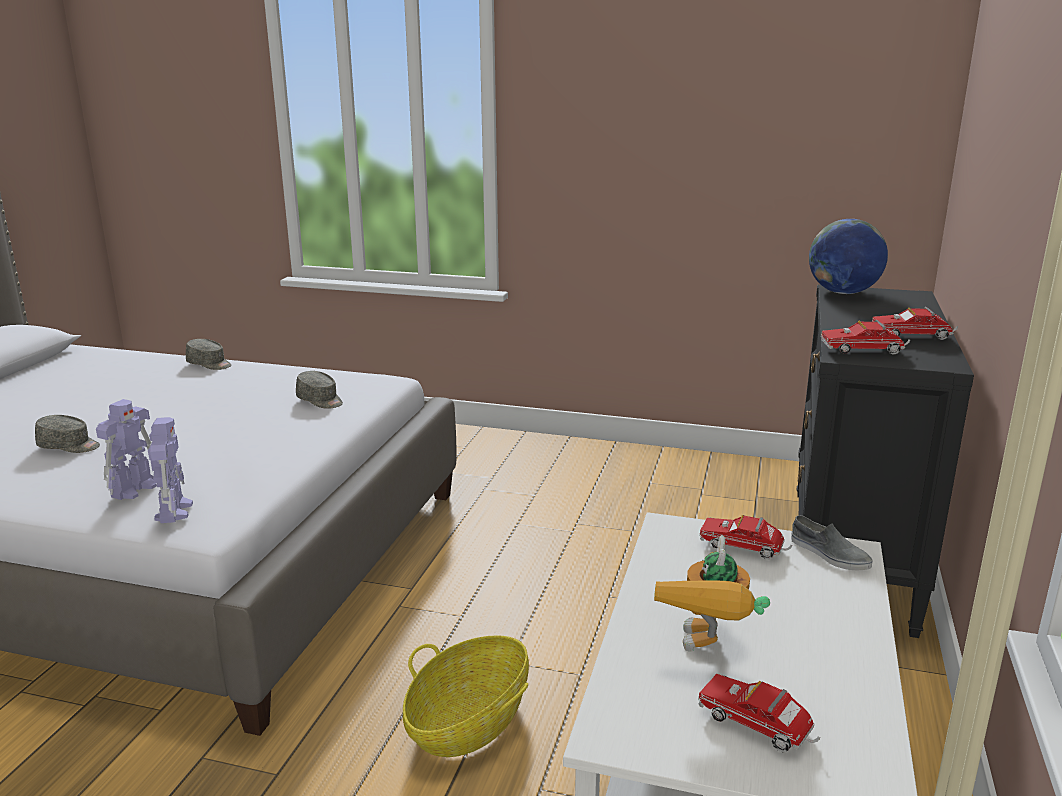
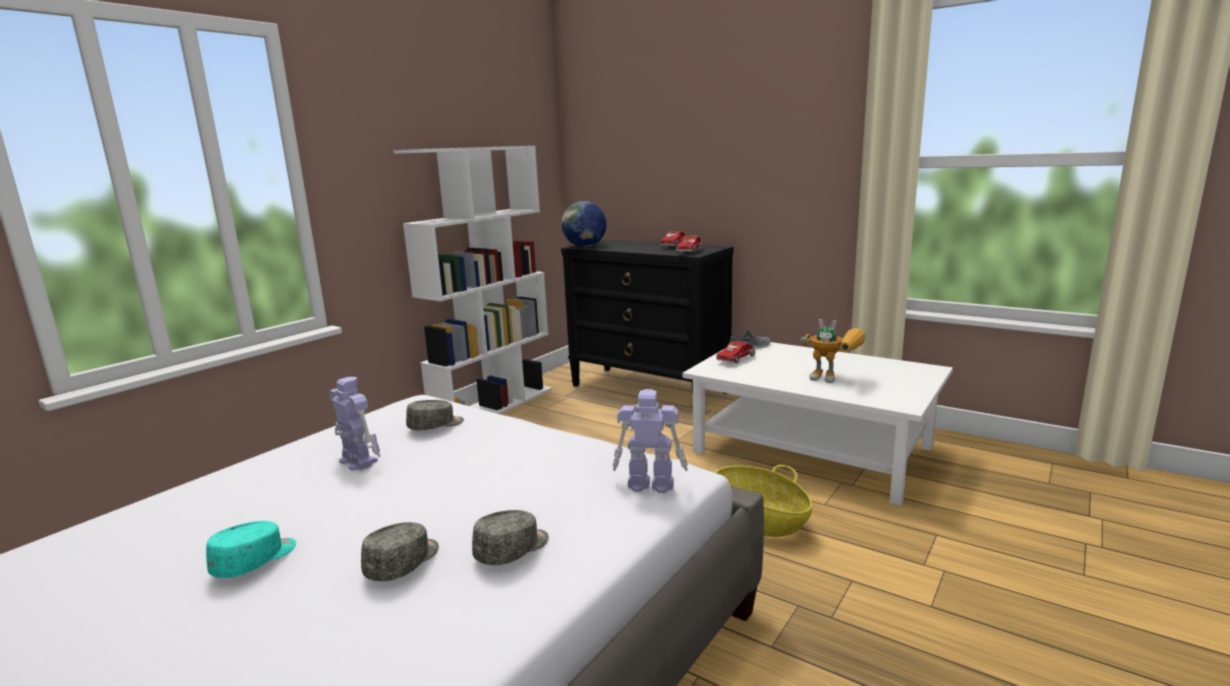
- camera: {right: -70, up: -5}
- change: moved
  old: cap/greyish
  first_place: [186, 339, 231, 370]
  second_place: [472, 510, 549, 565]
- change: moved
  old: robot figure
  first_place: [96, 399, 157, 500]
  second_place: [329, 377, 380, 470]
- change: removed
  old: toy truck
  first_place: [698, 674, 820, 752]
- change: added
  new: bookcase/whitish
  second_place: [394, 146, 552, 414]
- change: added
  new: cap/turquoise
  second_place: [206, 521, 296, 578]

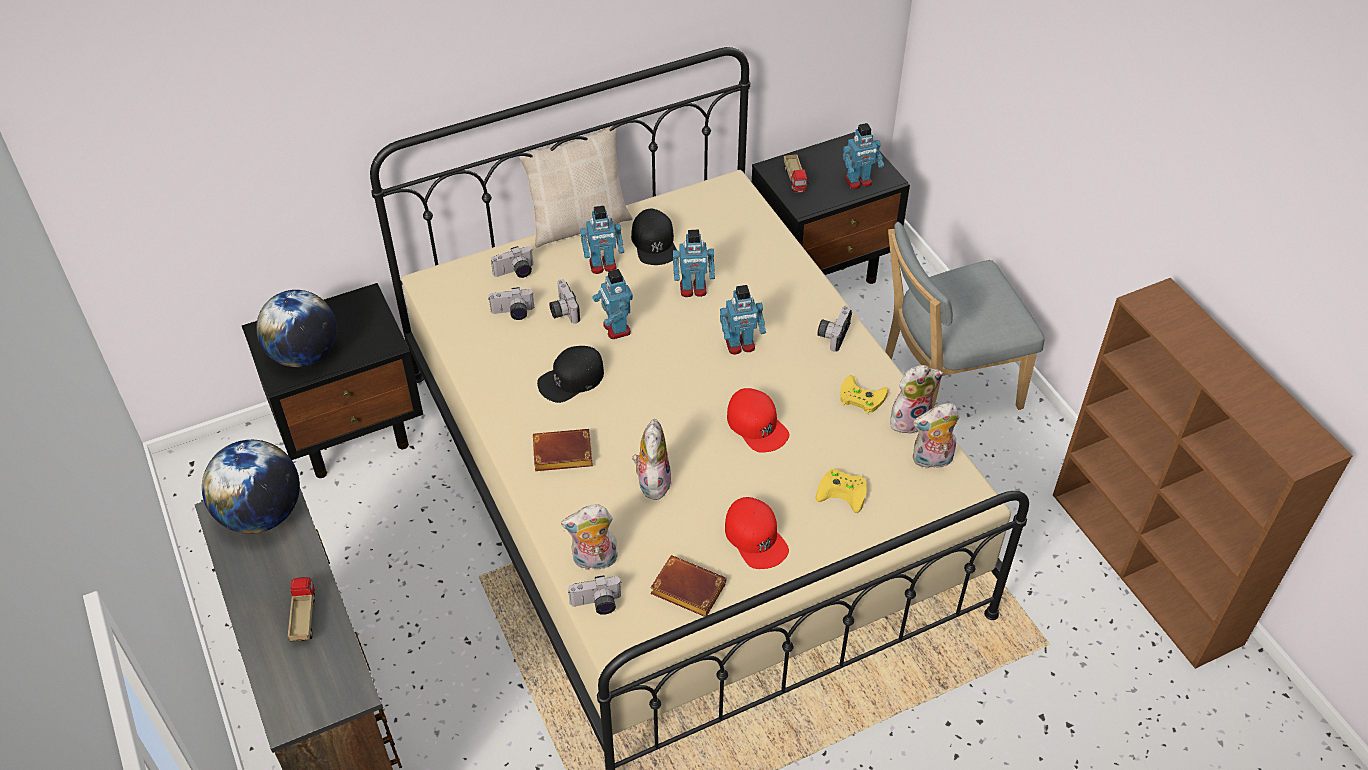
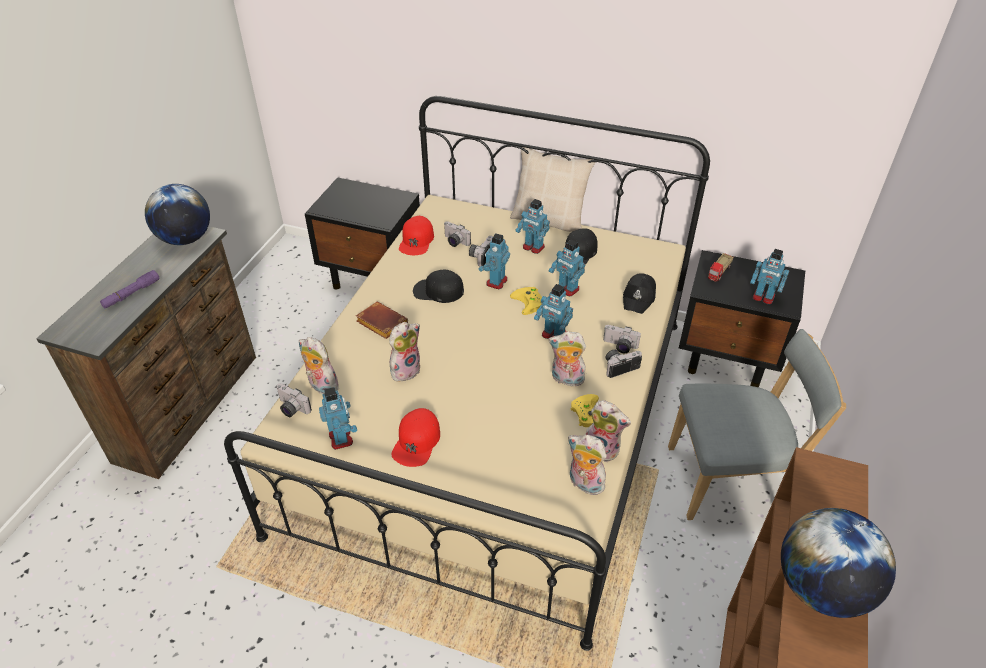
- camera: {right: 45, up: -5}
- change: turned
  old: chair/greyish
  first_place: [885, 222, 1045, 410]
  second_place: [668, 329, 846, 520]
  degrees: 150
- change: moved
  old: photo camera
  first_place: [491, 246, 533, 278]
  second_place: [603, 325, 641, 353]
- change: moved
  old: world globe
  first_place: [256, 290, 337, 367]
  second_place: [781, 508, 896, 618]
- change: moved
  old: cap/red-coloured
  first_place: [727, 388, 789, 453]
  second_place: [399, 216, 434, 255]
- change: moved
  old: joypad/yellowish
  first_place: [816, 469, 867, 513]
  second_place: [510, 287, 542, 315]
- change: replaced
  old: volume/brownish
  new: robot figure
  first_place: [650, 555, 727, 617]
  second_place: [319, 387, 357, 450]
- change: replaced
  old: toy truck
  new: torch/purple
  first_place: [288, 577, 315, 641]
  second_place: [100, 270, 160, 309]
- change: added
  new: cap/blackish
  second_place: [623, 273, 656, 314]
- change: added
  new: cuddly toy
  second_place: [548, 331, 587, 386]

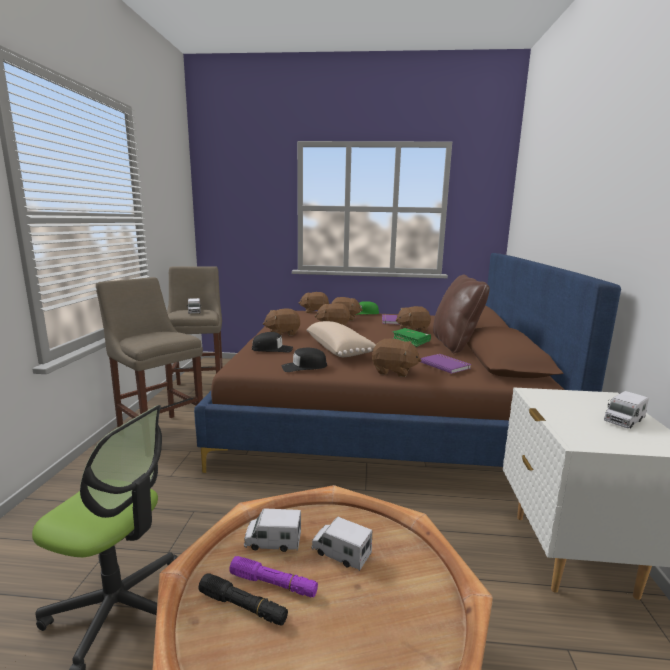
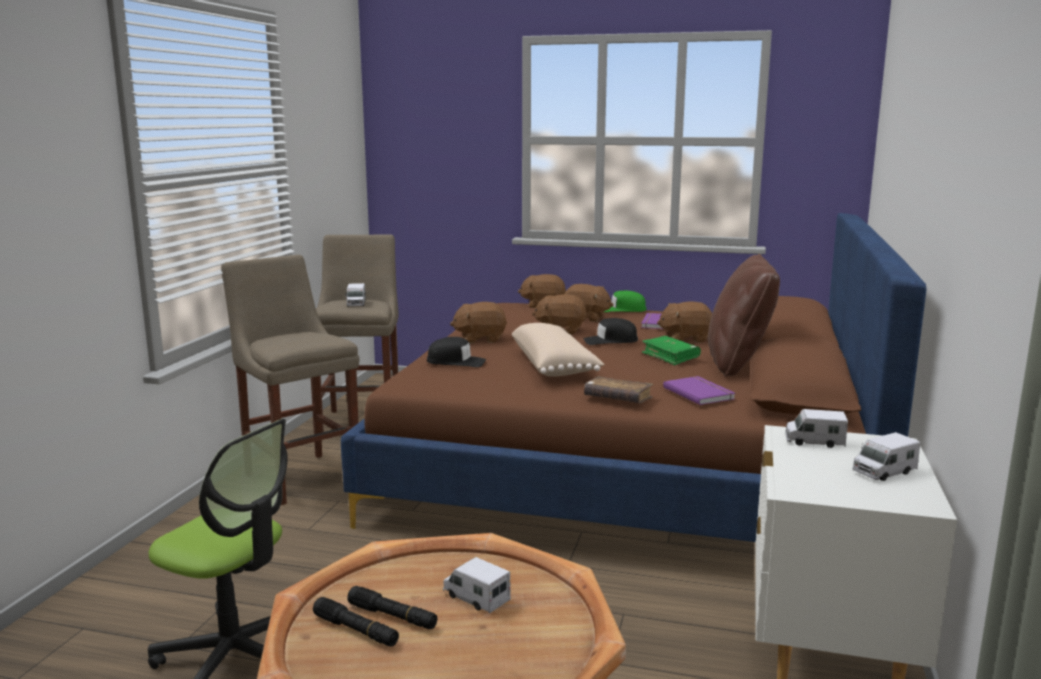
- camera: {right: 10, up: 0}
- change: replaced
  old: cuddly toy/brownish
  new: volume/brownish
  first_place: [372, 339, 422, 377]
  second_place: [584, 376, 653, 404]
- change: moved
  old: cap/blackish
  first_place: [281, 348, 327, 372]
  second_place: [583, 318, 638, 345]
- change: moved
  old: toy truck
  first_place: [244, 508, 301, 552]
  second_place: [785, 409, 848, 448]
- change: recoloured
  old: torch/purple
  new: torch/blackish
  first_place: [229, 556, 318, 598]
  second_place: [347, 586, 438, 629]

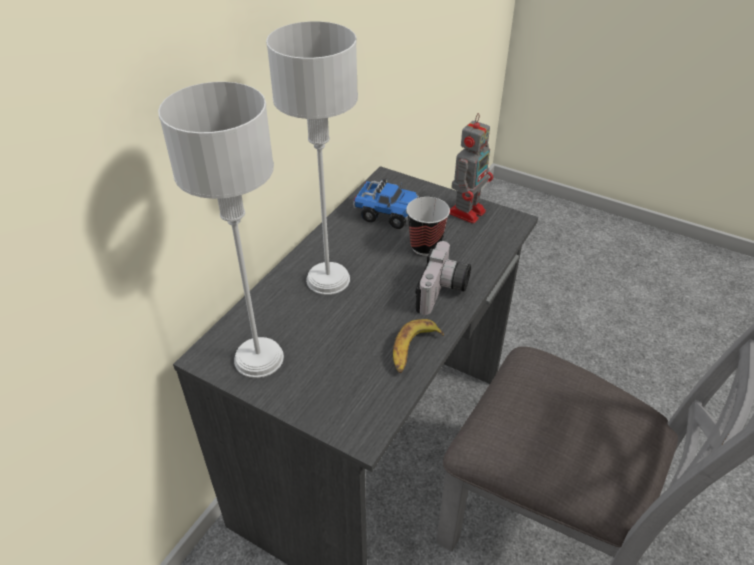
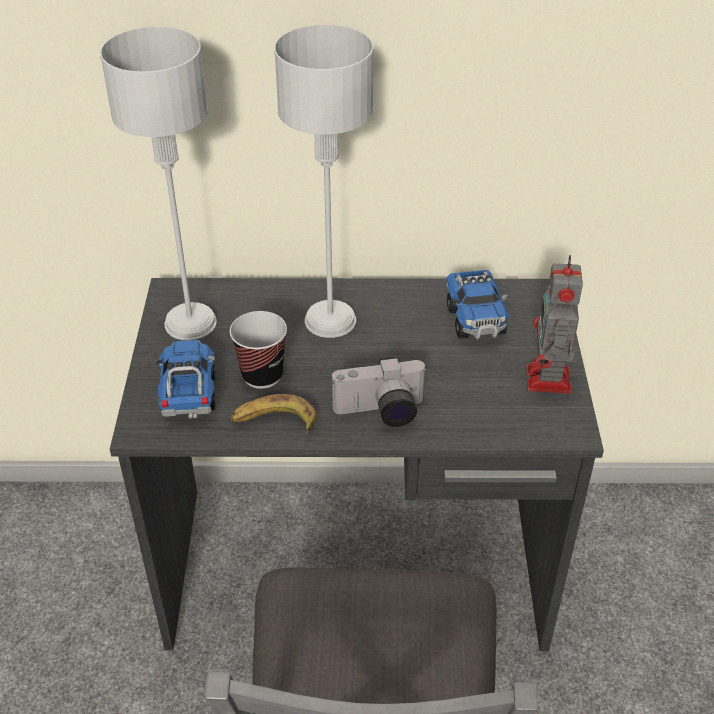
- camera: {right: 60, up: 0}
- change: turned
  old: robot figure
  first_place: [450, 113, 493, 224]
  second_place: [526, 255, 583, 394]
  degrees: 90
- change: moved
  old: cup
  first_place: [406, 197, 450, 256]
  second_place: [230, 311, 287, 389]
- change: added
  new: toy truck
  second_place: [155, 340, 215, 419]

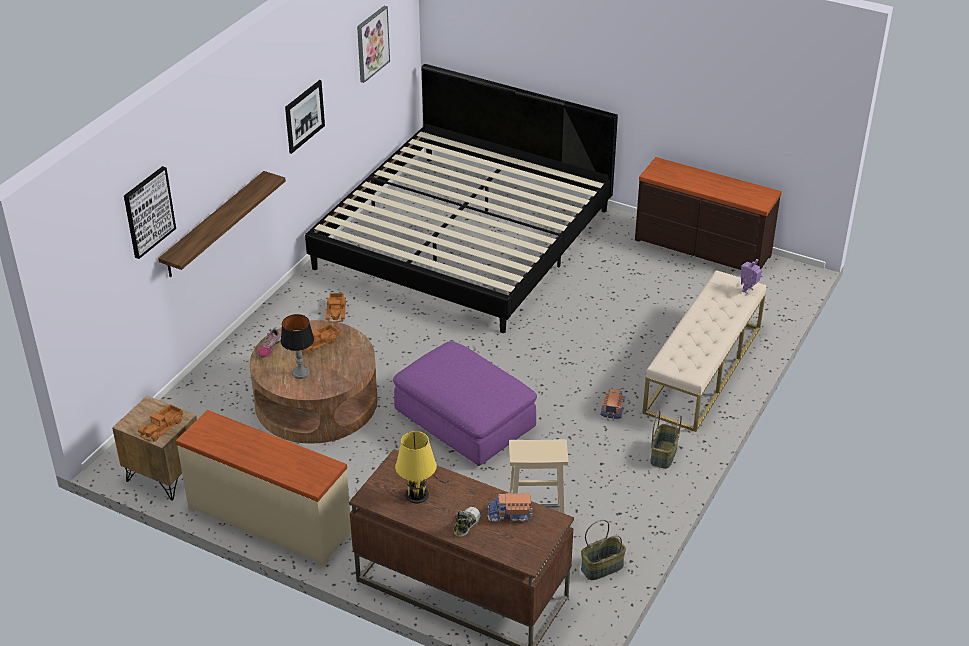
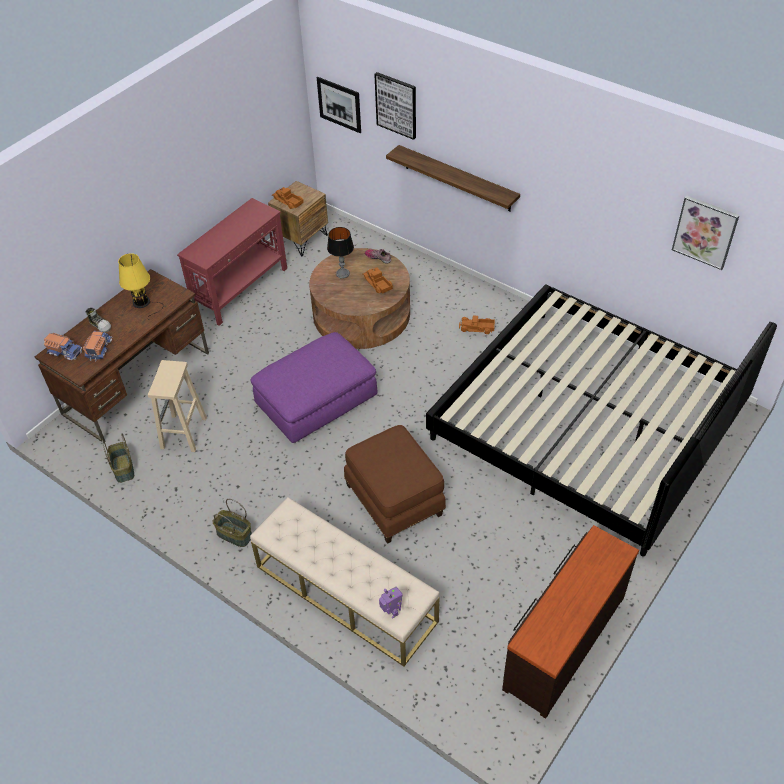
- camera: {right: 100, up: 10}
- change: moved
  old: picture
  first_place: [285, 80, 325, 154]
  second_place: [317, 77, 361, 133]
- change: moved
  old: toy truck
  first_place: [600, 388, 626, 420]
  second_place: [44, 333, 82, 360]
- change: replaced
  old: drawer chest/sand-coloured
  new: hall table/red-coloured
  first_place: [176, 410, 351, 567]
  second_place: [177, 198, 287, 326]
- change: added
  new: footrest/brownish
  second_place: [344, 425, 446, 544]

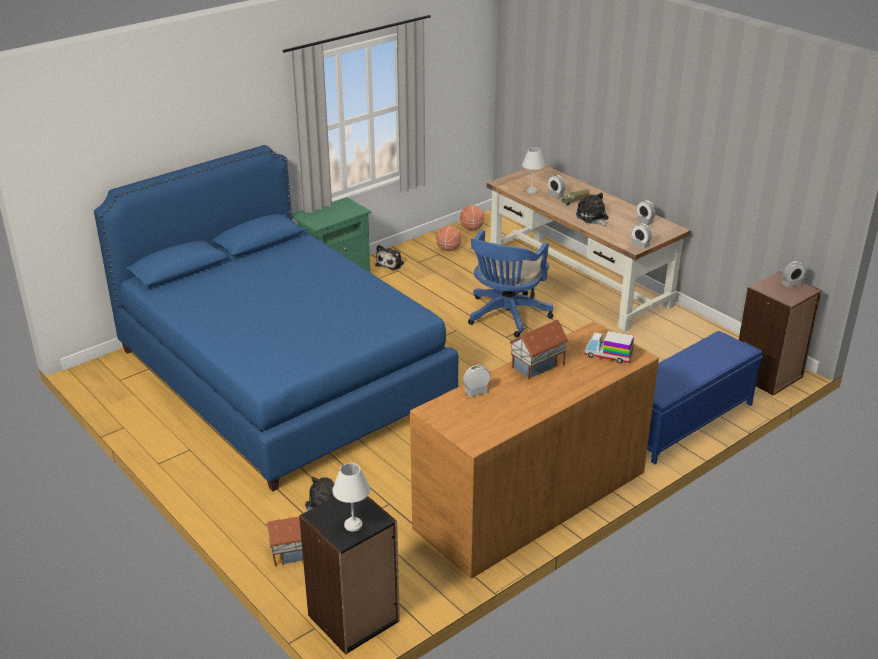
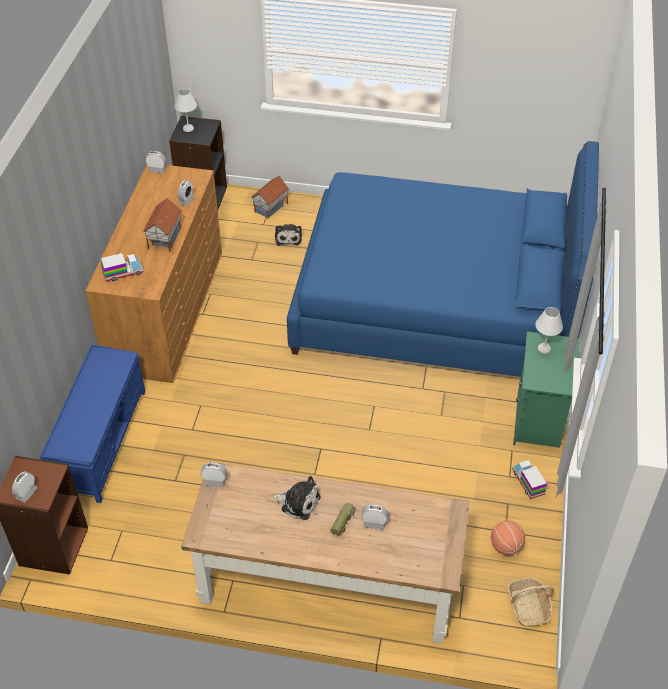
- camera: {right: 140, up: 15}
- change: moved
  old: table lamp/whitish
  first_place: [522, 147, 545, 194]
  second_place: [535, 307, 563, 354]
- change: moved
  old: bedside clock
  first_place: [636, 200, 655, 225]
  second_place: [145, 151, 166, 174]
- change: replaced
  old: ball for basketball
  new: basket
  first_place: [460, 205, 484, 230]
  second_place: [508, 578, 554, 627]
- change: removed
  old: computer chair/bluish
  first_place: [468, 230, 553, 337]
- change: replaced
  old: cuddly toy
  new: toy truck
  first_place: [375, 245, 404, 270]
  second_place: [512, 460, 547, 499]

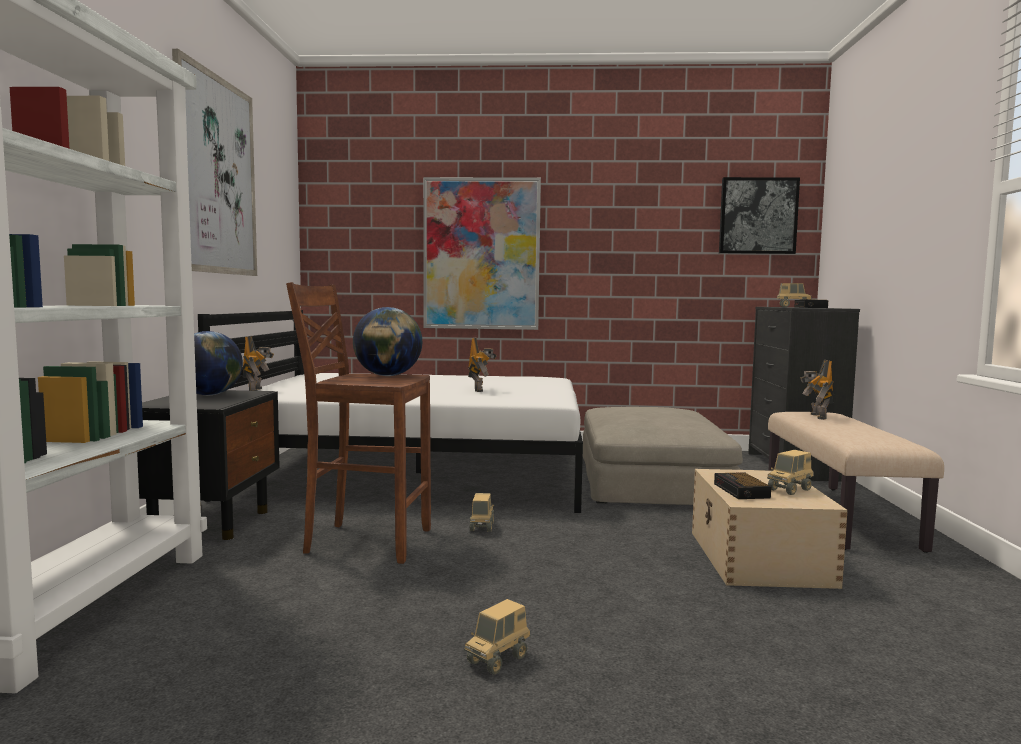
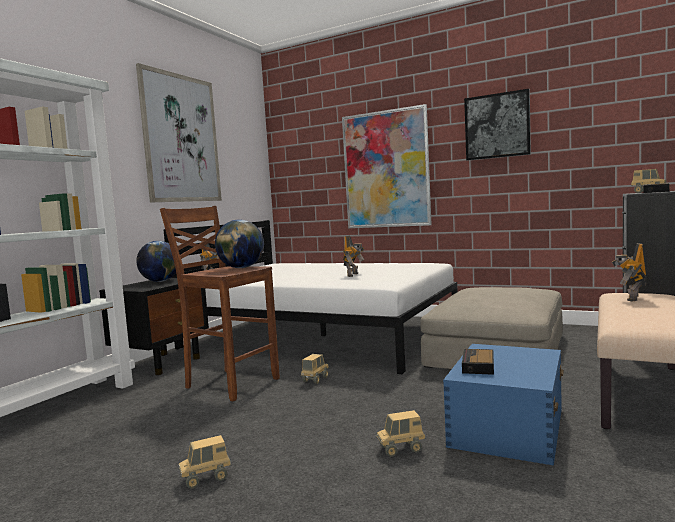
- camera: {right: 25, up: 0}
- change: moved
  old: picture
  first_place: [719, 177, 800, 254]
  second_place: [464, 89, 531, 161]
- change: moved
  old: toy truck
  first_place: [767, 450, 814, 495]
  second_place: [376, 410, 425, 457]
- change: recoloured
  old: storage container/sand-coloured
  new: storage container/bluish
  first_place: [692, 469, 848, 589]
  second_place: [443, 344, 564, 466]

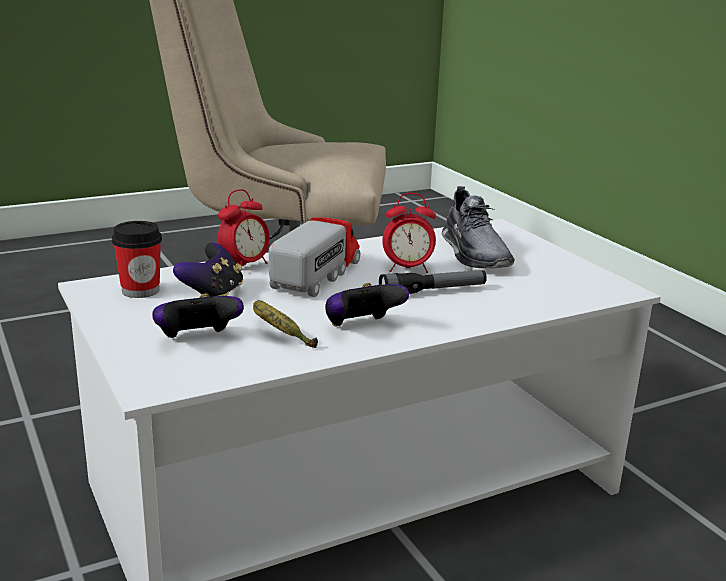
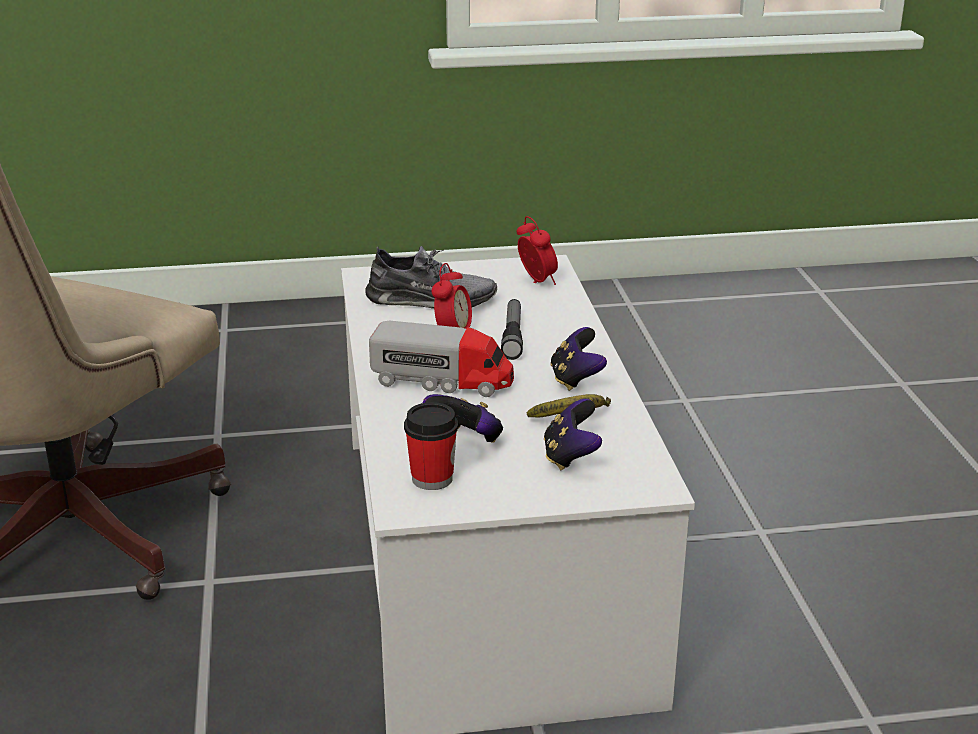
- camera: {right: -70, up: 5}
- change: moved
  old: bedside clock
  first_place: [218, 189, 270, 266]
  second_place: [516, 216, 558, 285]
- change: turned
  old: toy truck
  first_place: [269, 217, 360, 297]
  second_place: [369, 321, 514, 397]
  degrees: 150

